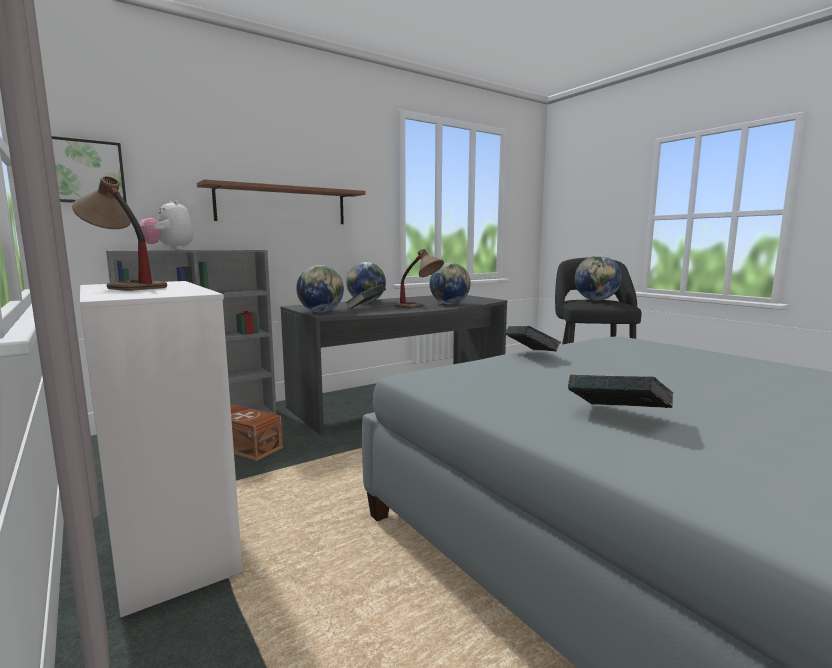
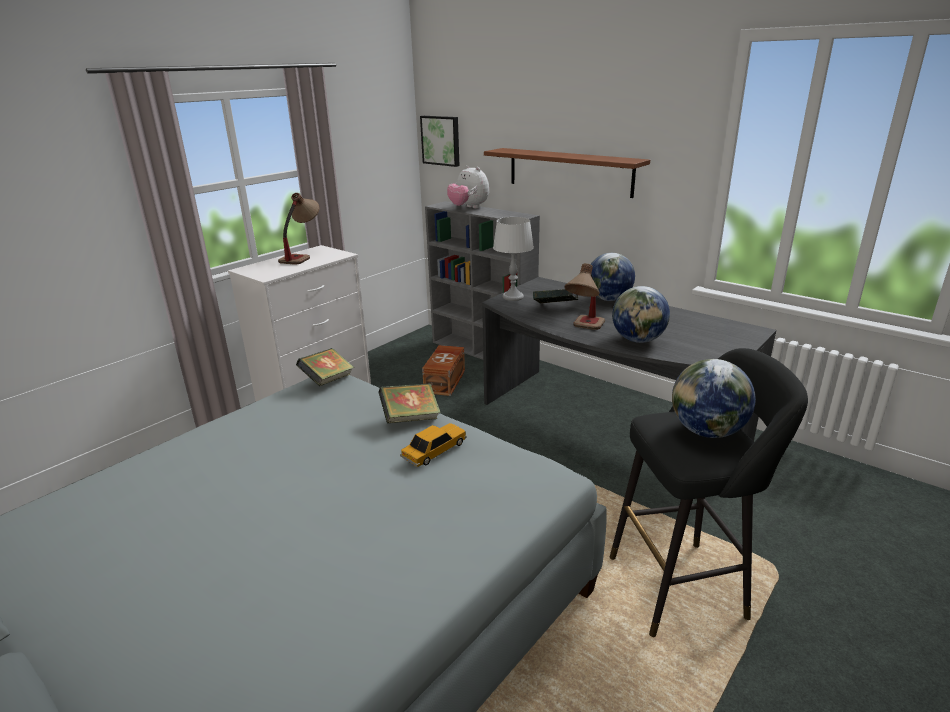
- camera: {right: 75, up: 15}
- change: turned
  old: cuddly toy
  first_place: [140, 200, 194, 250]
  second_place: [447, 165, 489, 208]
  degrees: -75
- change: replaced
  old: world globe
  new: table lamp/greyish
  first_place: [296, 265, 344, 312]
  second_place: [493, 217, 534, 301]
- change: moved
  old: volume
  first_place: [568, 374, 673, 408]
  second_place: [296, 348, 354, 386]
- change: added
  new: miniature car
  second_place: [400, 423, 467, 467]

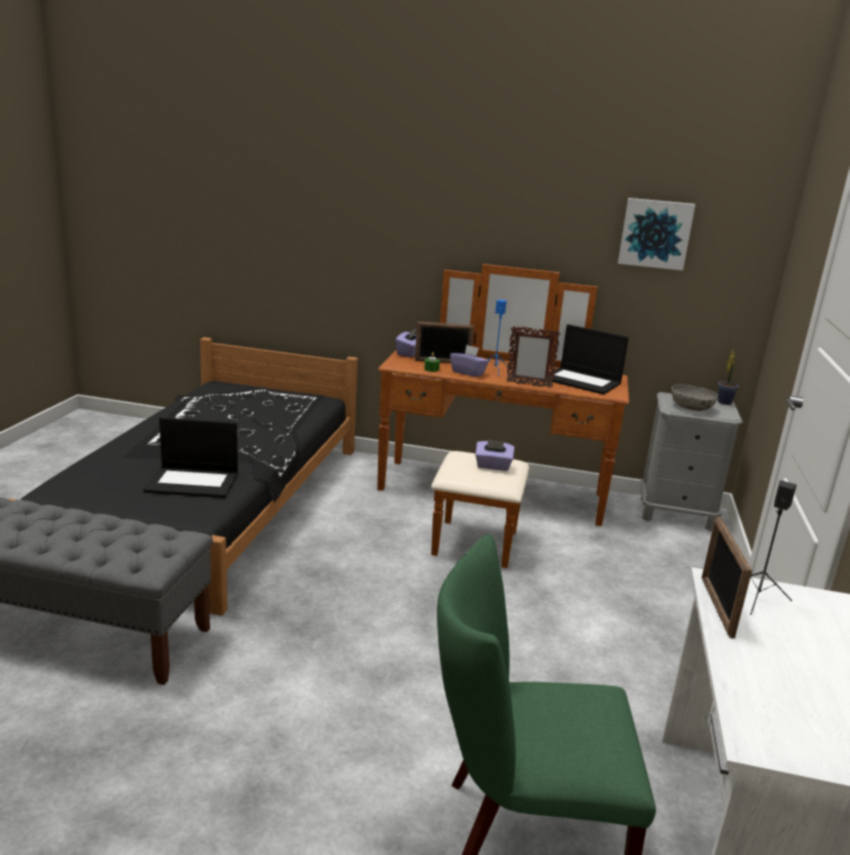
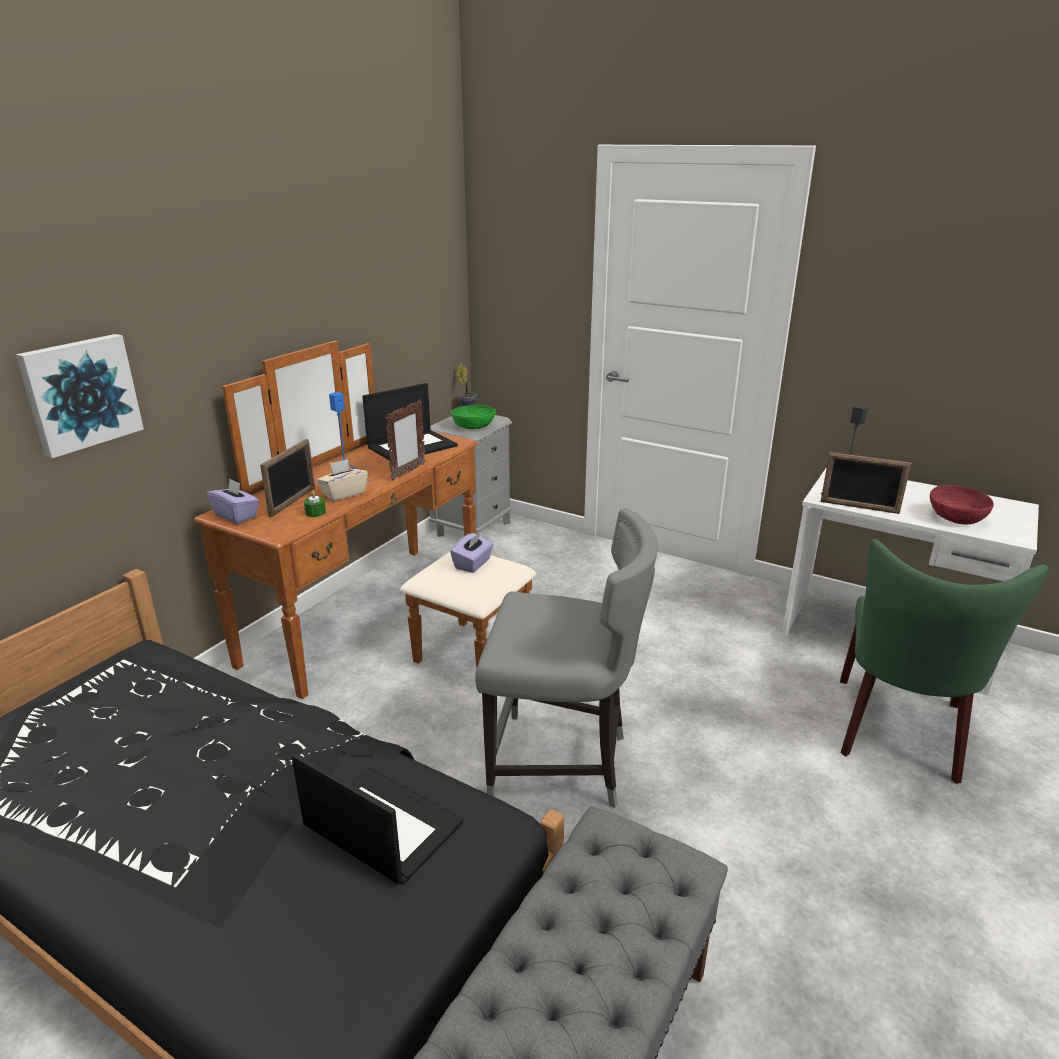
- camera: {right: -70, up: 5}
- change: moved
  old: picture
  first_place: [618, 198, 695, 271]
  second_place: [16, 334, 144, 458]
- change: recoloured
  old: tissue holder/purple
  new: tissue holder/sand-coloured
  first_place: [450, 345, 489, 377]
  second_place: [317, 459, 368, 501]
- change: recoloured
  old: deep dish/greyish
  new: deep dish/greenish
  first_place: [671, 384, 718, 411]
  second_place: [451, 405, 496, 429]
- change: turned
  old: portable computer
  first_place: [143, 417, 238, 498]
  second_place: [291, 753, 463, 885]
  degrees: -75
- change: added
  new: deep dish/red-coloured
  second_place: [930, 485, 994, 525]
- change: added
  new: chair/greyish
  second_place: [475, 508, 658, 808]

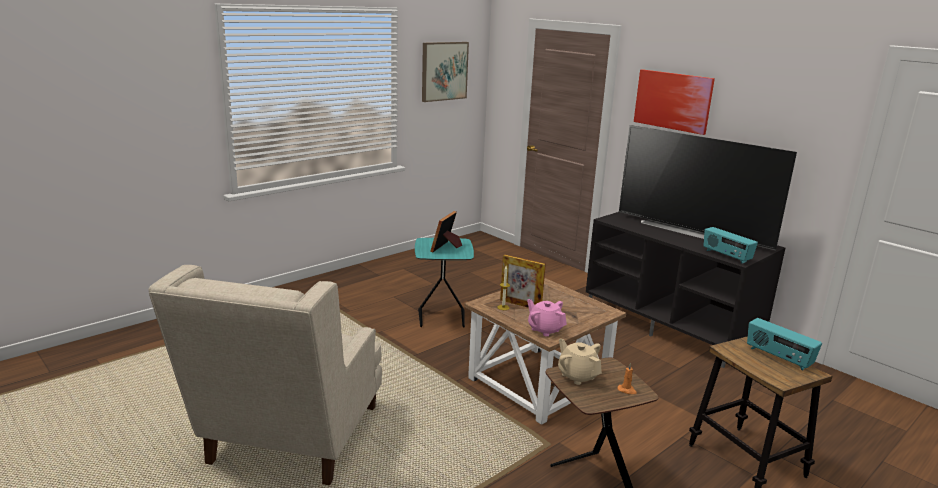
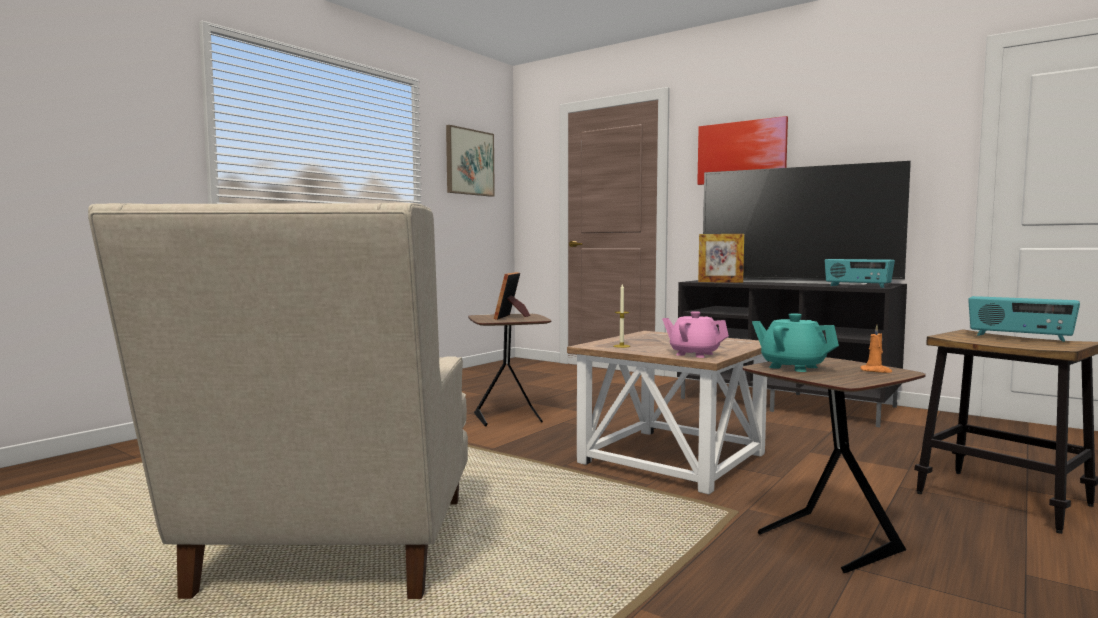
- camera: {right: -10, up: -15}
- change: recoloured
  old: end table/turquoise
  new: end table/brownish
  first_place: [415, 238, 474, 328]
  second_place: [468, 314, 551, 426]
- change: moved
  old: standing frame
  first_place: [500, 254, 546, 308]
  second_place: [698, 234, 744, 283]
- change: recoloured
  old: tea pot/sand-coloured
  new: tea pot/turquoise
  first_place: [558, 339, 602, 385]
  second_place: [752, 313, 839, 372]

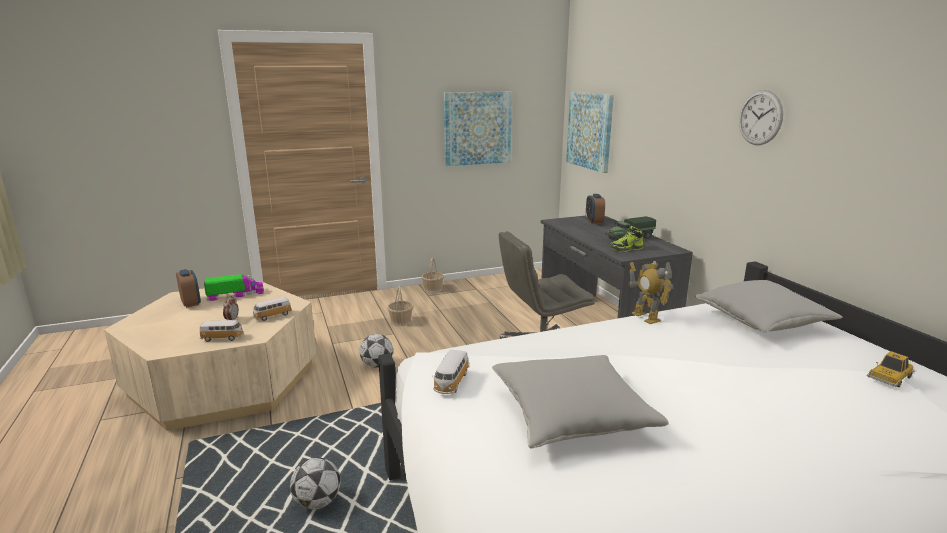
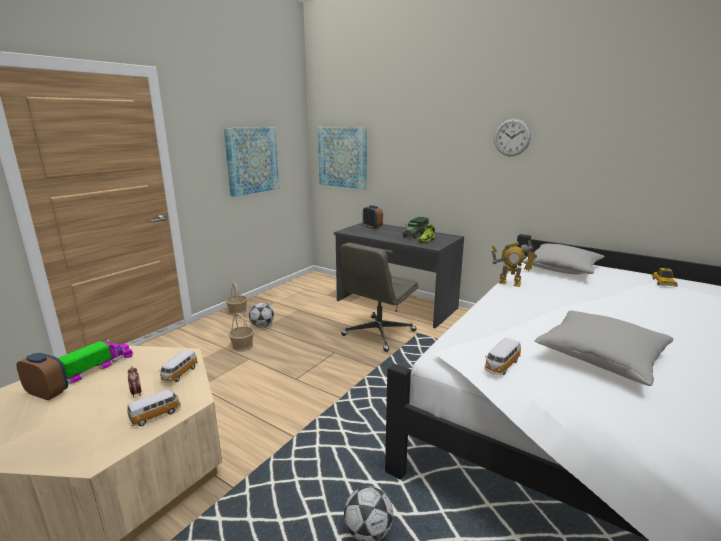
- camera: {right: -35, up: 0}
- change: moved
  old: football
  first_place: [359, 334, 393, 368]
  second_place: [249, 303, 274, 327]
- change: turned
  old: miniature car
  first_place: [432, 350, 469, 394]
  second_place: [484, 338, 521, 375]
  degrees: 60

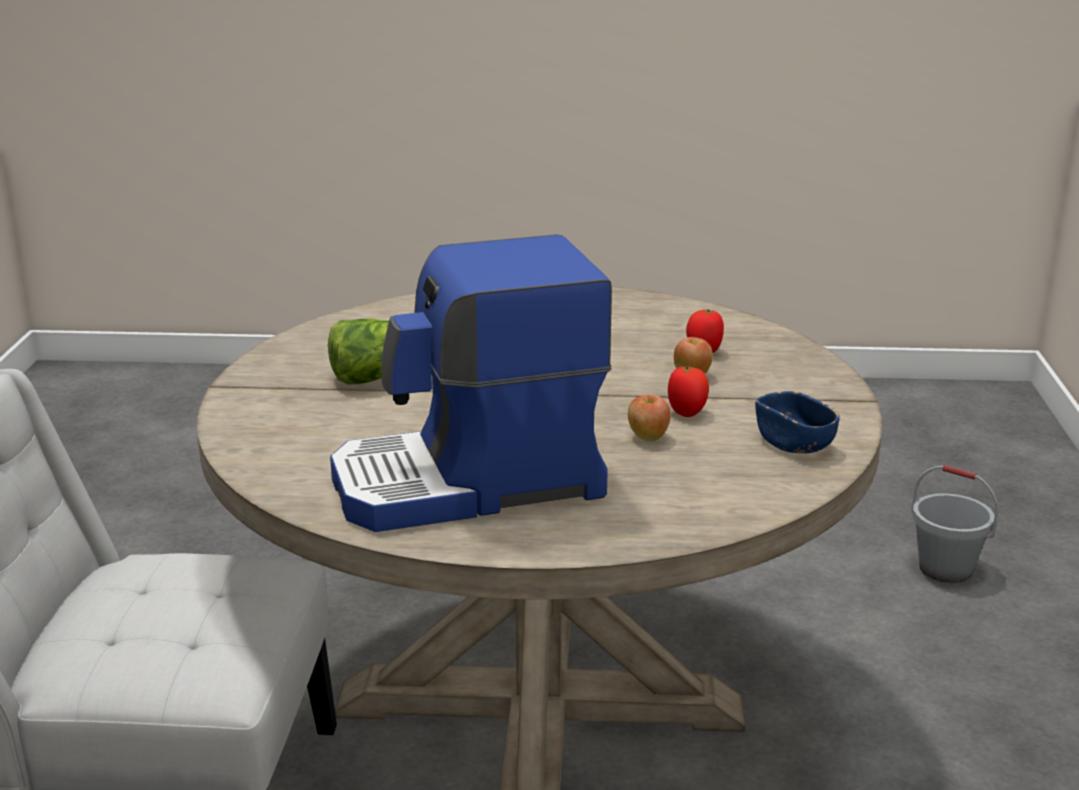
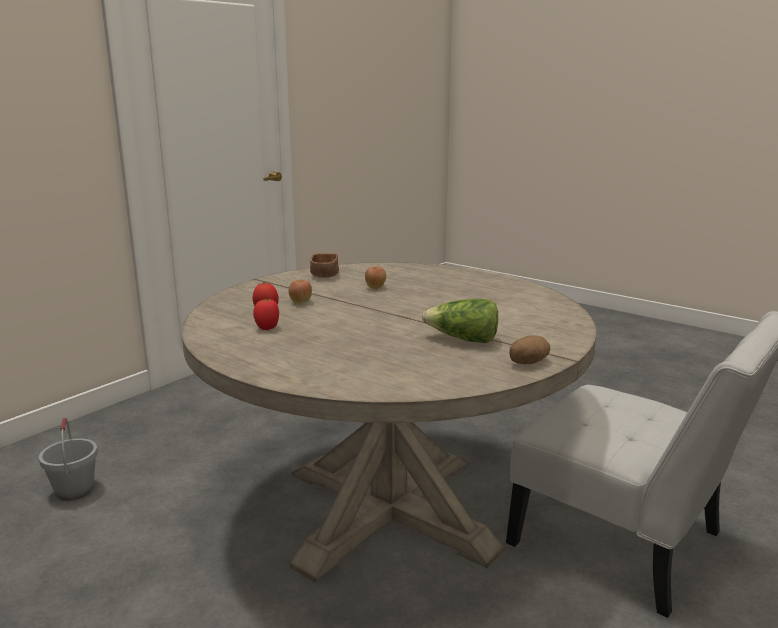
- camera: {right: -145, up: -5}
- change: removed
  old: coffee brewer
  first_place: [330, 234, 612, 532]
- change: moved
  old: whole tomato
  first_place: [668, 366, 709, 417]
  second_place: [253, 299, 279, 330]
- change: recoloured
  old: deep dish/bluish
  new: deep dish/brownish
  first_place: [755, 391, 839, 453]
  second_place: [310, 253, 339, 278]
- change: added
  new: potato
  second_place: [509, 335, 550, 364]

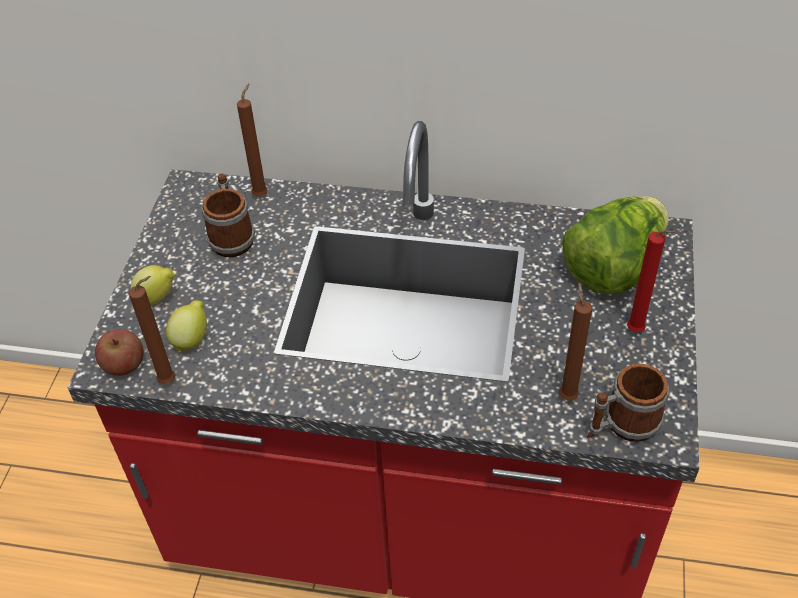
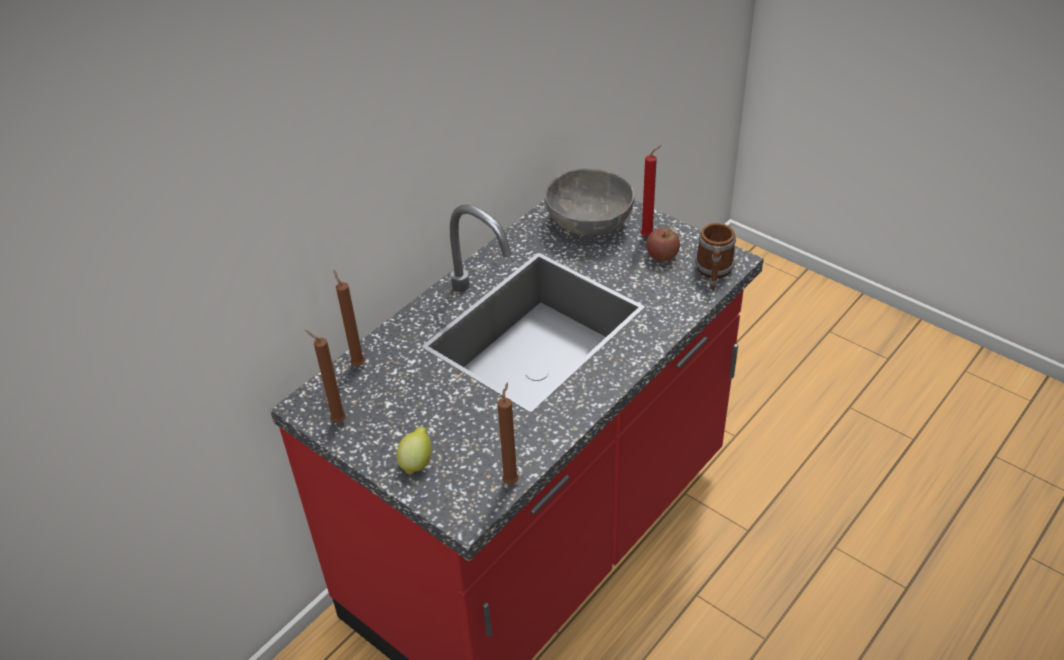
- camera: {right: -60, up: -5}
- change: removed
  old: tea mug
  first_place: [201, 173, 255, 257]
- change: replaced
  old: head of lettuce
  new: deep dish/greyish
  first_place: [562, 196, 668, 294]
  second_place: [545, 168, 634, 235]
- change: moved
  old: wax candle/brownish
  first_place: [559, 282, 592, 401]
  second_place: [305, 330, 346, 423]
- change: removed
  old: whole lemon
  first_place: [166, 300, 207, 353]
- change: moved
  old: apple fruit
  first_place: [95, 329, 144, 376]
  second_place: [646, 228, 680, 261]

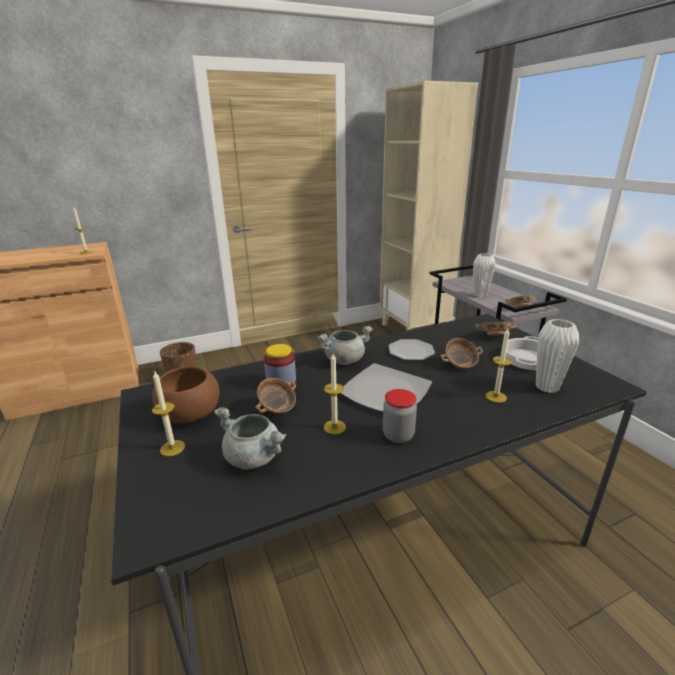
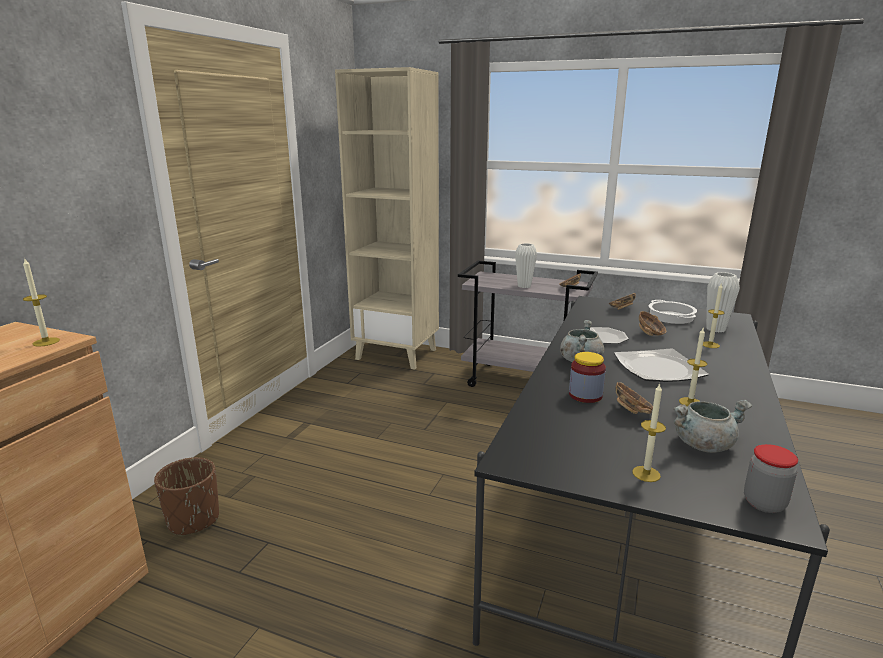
- camera: {right: -45, up: -5}
- change: removed
  old: deep dish/brownish
  first_place: [152, 367, 220, 423]
- change: moved
  old: jar
  first_place: [383, 389, 417, 443]
  second_place: [744, 444, 798, 513]

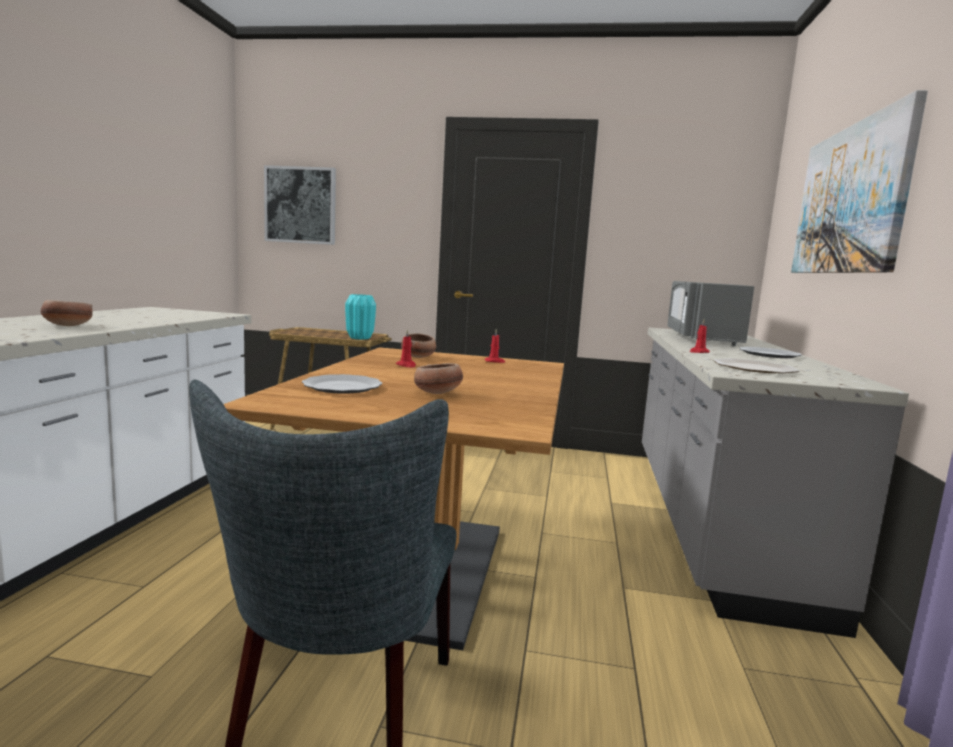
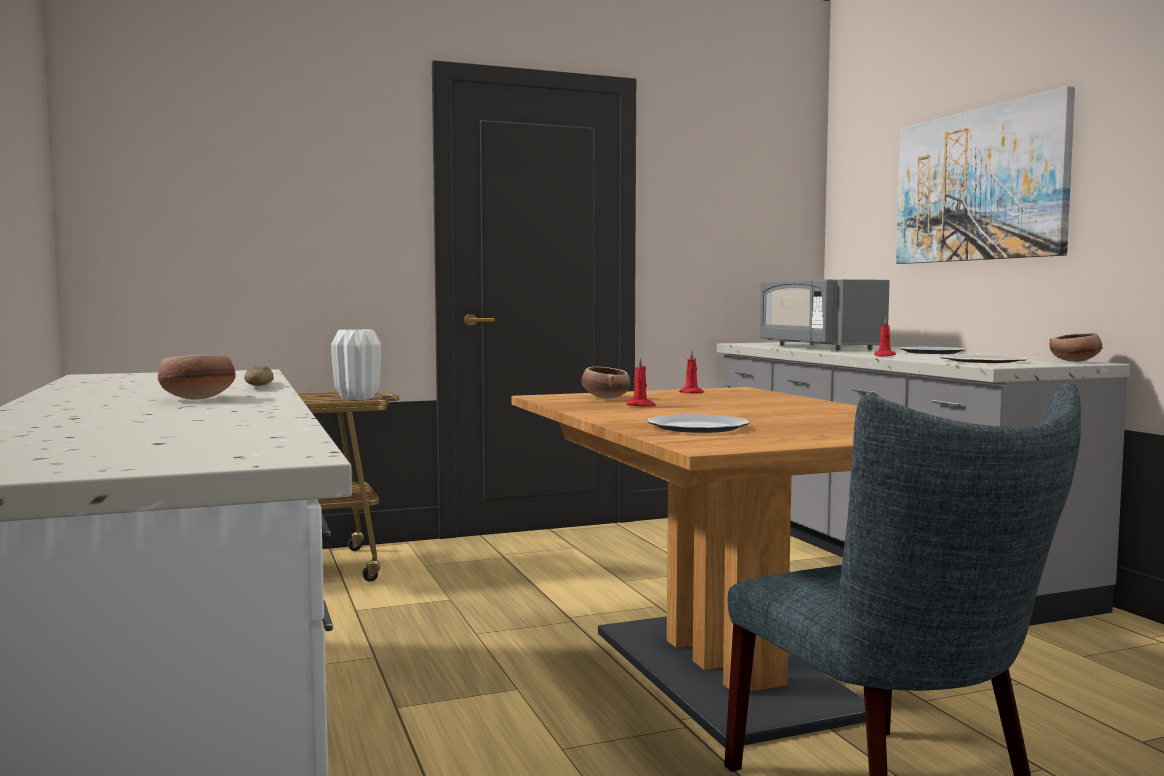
- camera: {right: -30, up: -5}
- change: removed
  old: picture
  first_place: [264, 165, 336, 245]
- change: recoloured
  old: flower vase/turquoise
  new: flower vase/whitish
  first_place: [345, 294, 376, 339]
  second_place: [331, 329, 381, 400]
- change: moved
  old: deep dish
  first_place: [414, 363, 463, 394]
  second_place: [1049, 333, 1102, 362]
- change: added
  new: bread
  second_place: [244, 366, 274, 386]

